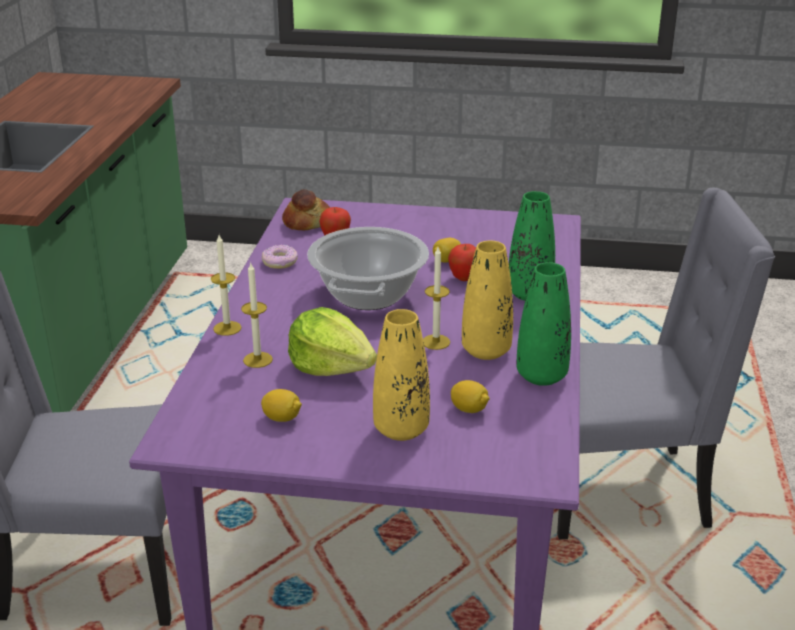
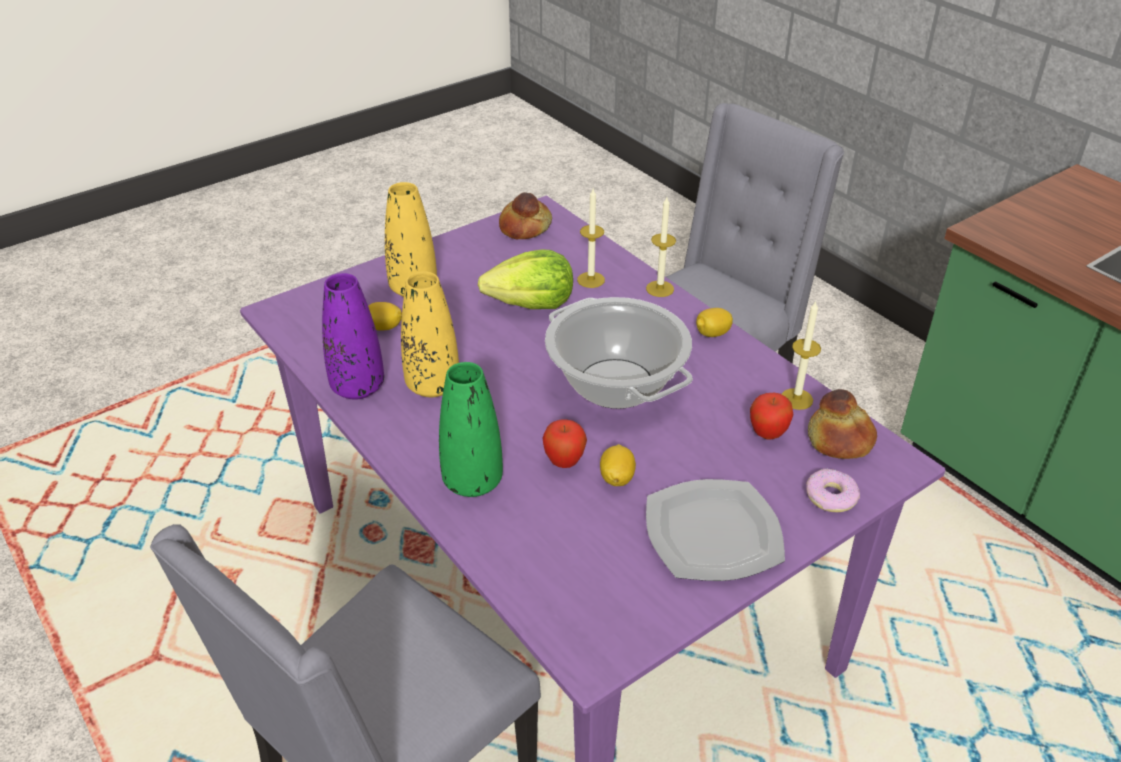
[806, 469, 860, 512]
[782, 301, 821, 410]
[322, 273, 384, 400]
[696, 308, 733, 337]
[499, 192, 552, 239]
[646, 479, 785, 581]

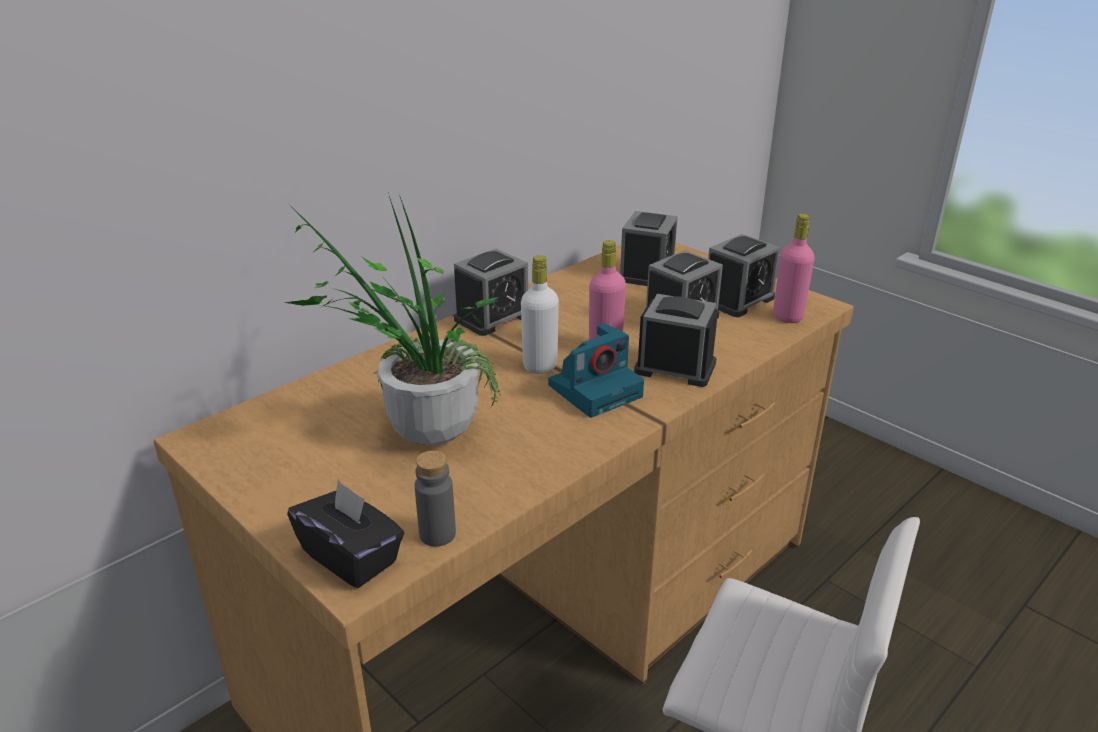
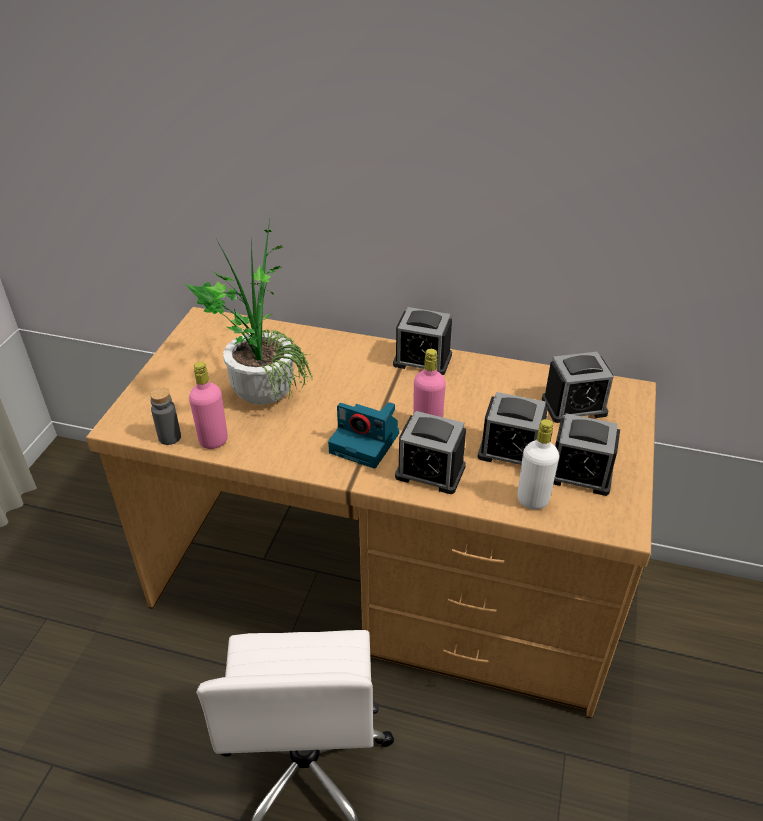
[189, 362, 228, 449]
[517, 419, 559, 510]
[395, 411, 466, 494]
[287, 480, 404, 588] (first image)

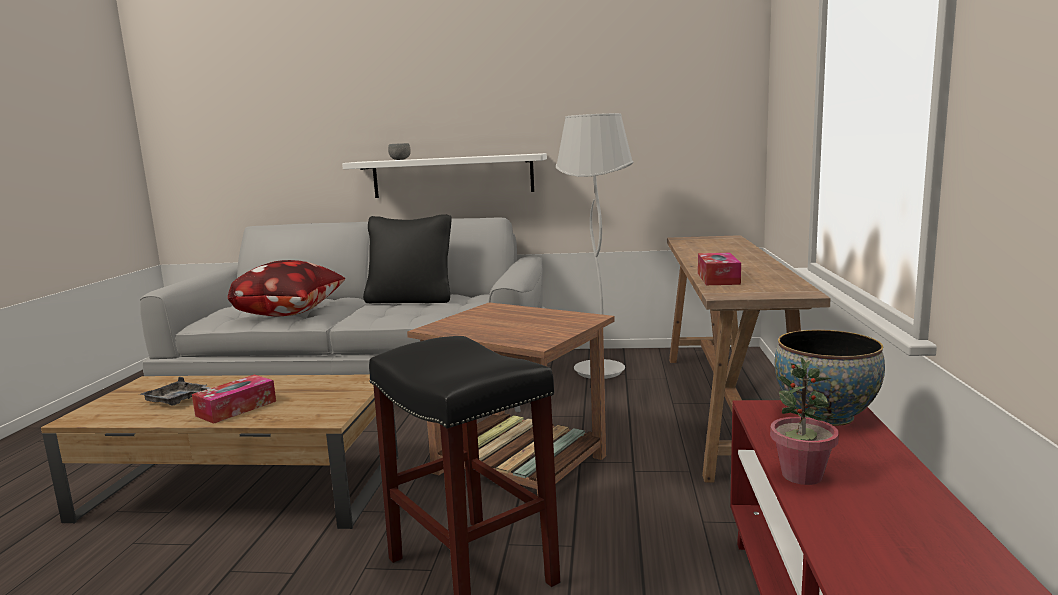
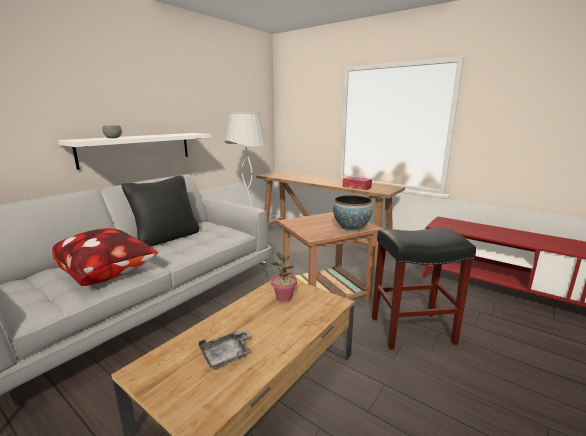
[333, 195, 373, 232]
[271, 252, 297, 302]
[192, 375, 276, 424] (first image)

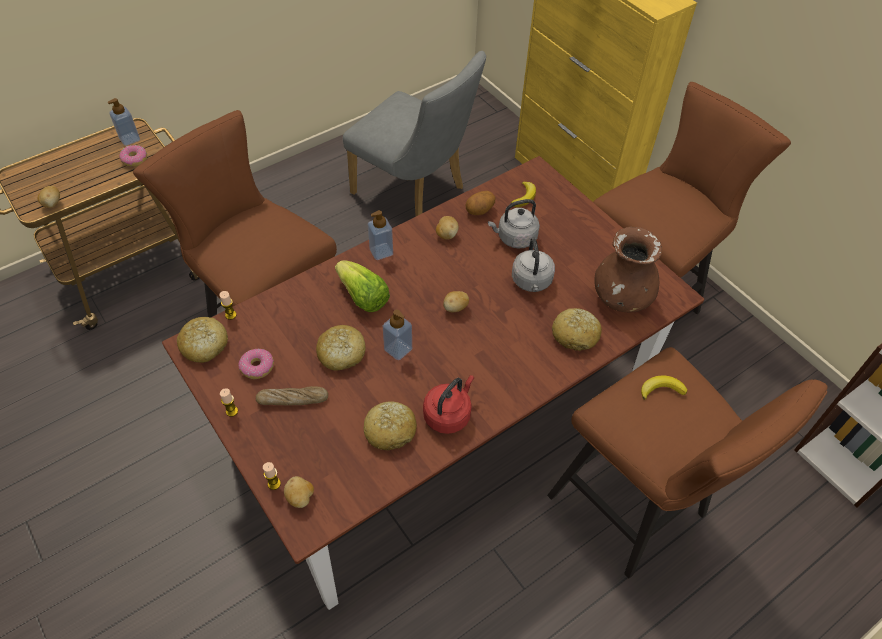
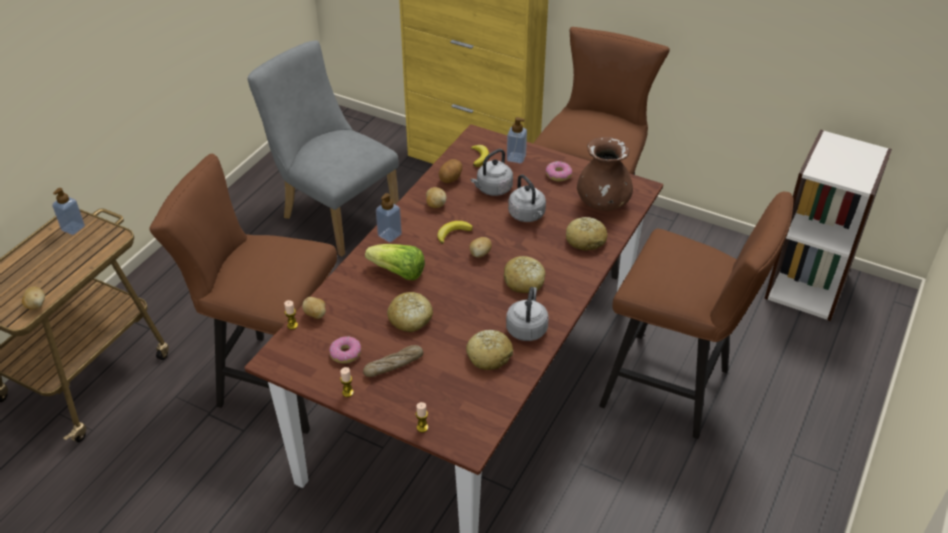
[247, 40, 399, 257]
[546, 161, 573, 182]
[507, 117, 527, 163]
[503, 256, 545, 293]
[506, 287, 549, 341]
[437, 221, 473, 244]
[302, 297, 326, 319]

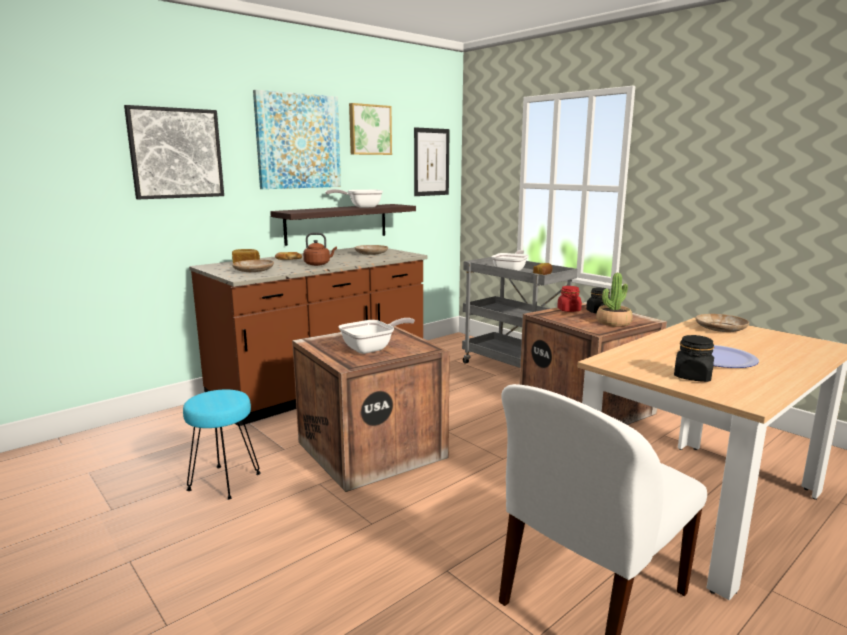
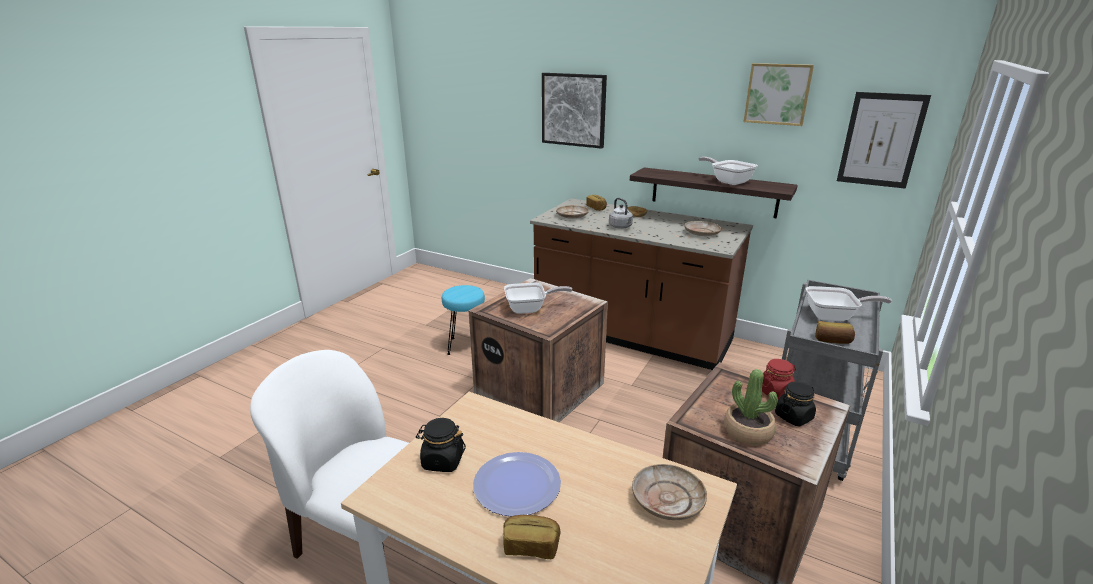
[253, 90, 341, 189] (first image)
[609, 198, 633, 229]
[504, 283, 572, 314]
[503, 515, 561, 559]

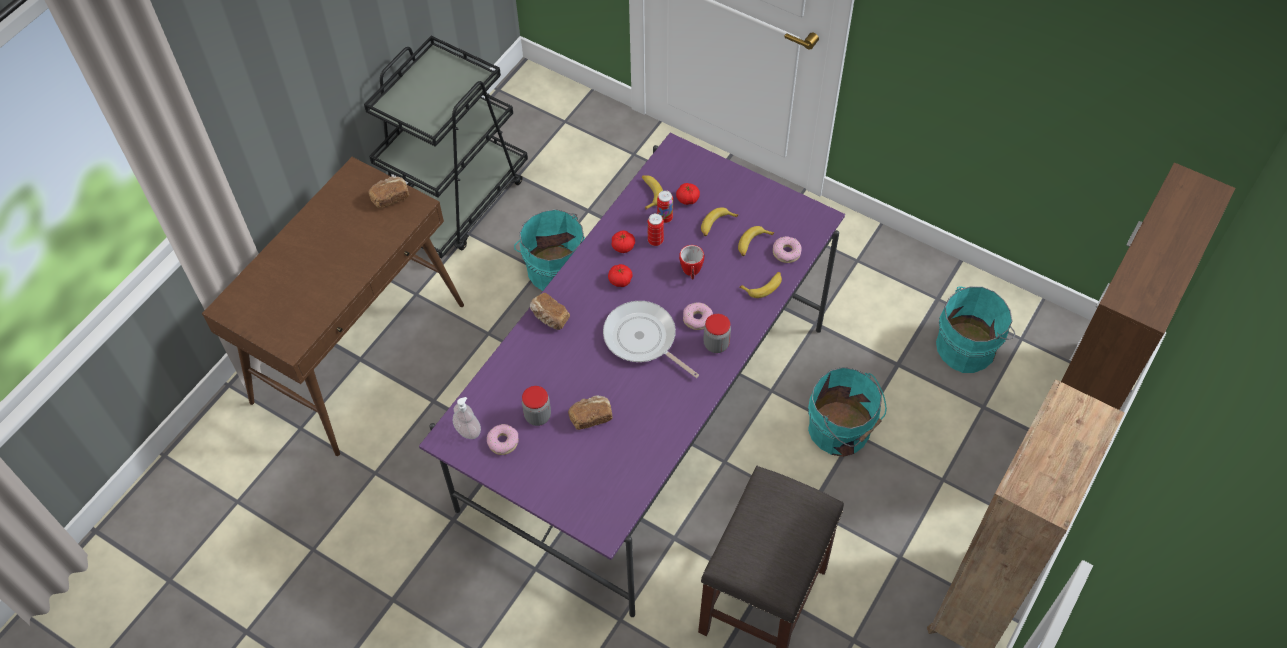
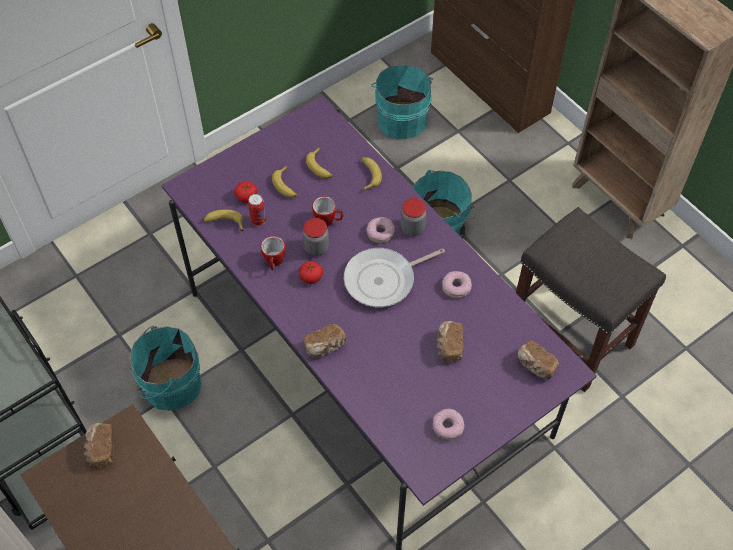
[647, 213, 664, 246] (first image)
[261, 236, 286, 270]
[442, 271, 472, 298]
[303, 218, 329, 256]
[453, 397, 481, 439] (first image)
[517, 340, 559, 380]

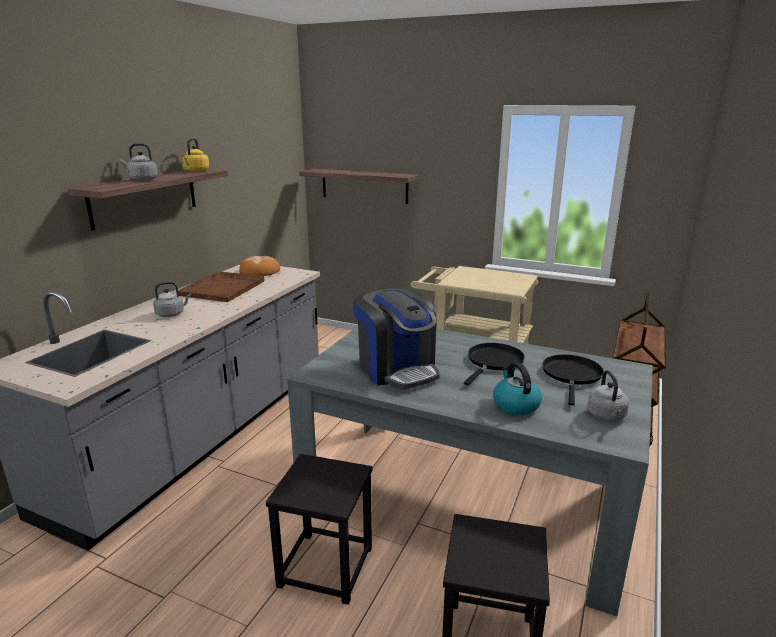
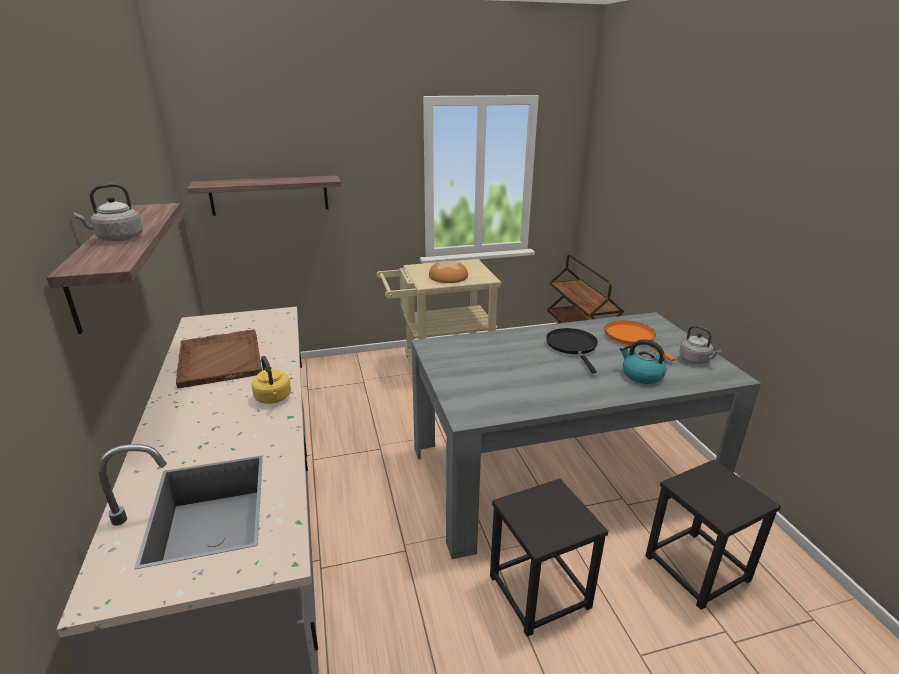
[252, 356, 291, 404]
[429, 260, 468, 283]
[153, 282, 191, 317] (first image)
[353, 289, 440, 390] (first image)
[605, 320, 675, 361]

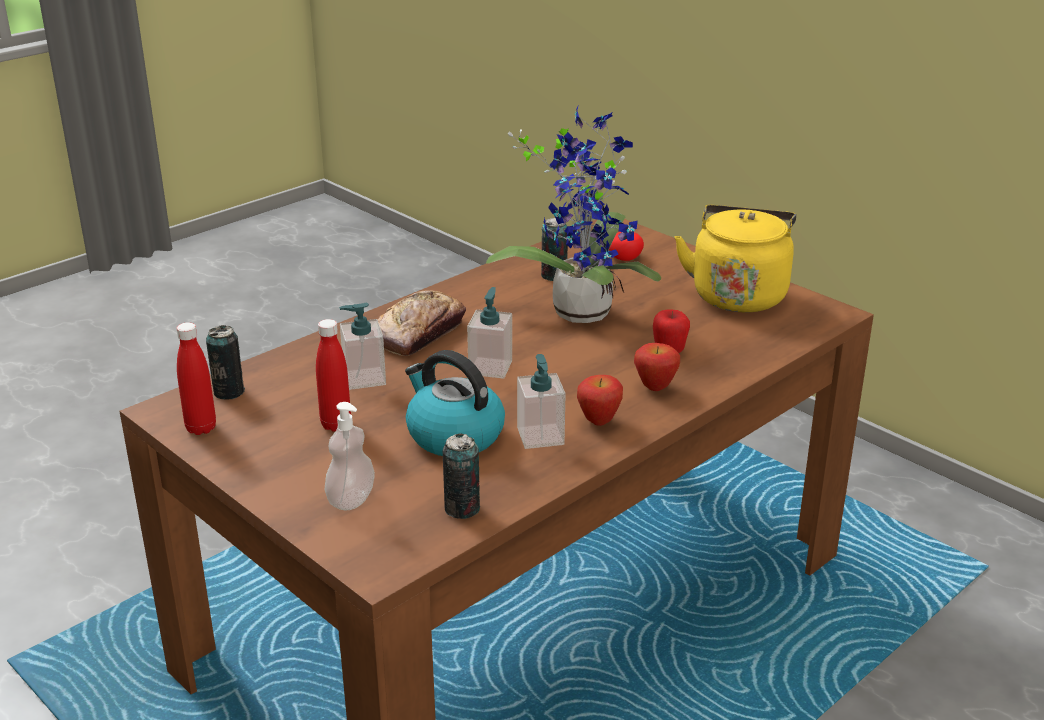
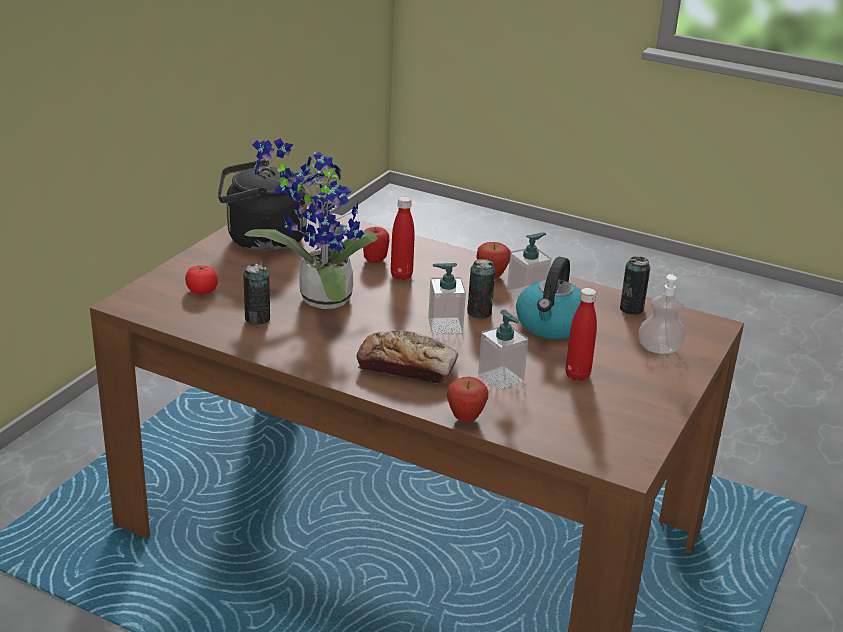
[218, 160, 307, 252]
[391, 197, 415, 280]
[467, 259, 495, 319]
[447, 376, 489, 423]

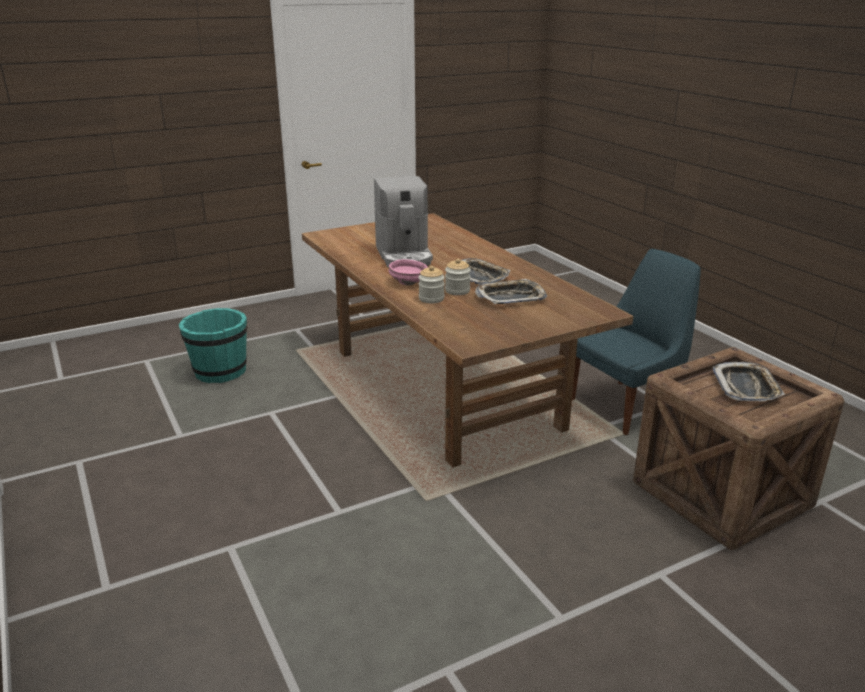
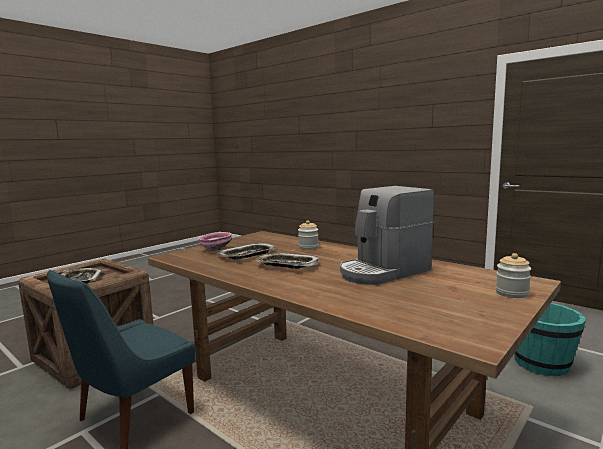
[340, 186, 434, 285]
[199, 232, 232, 251]
[496, 253, 531, 298]

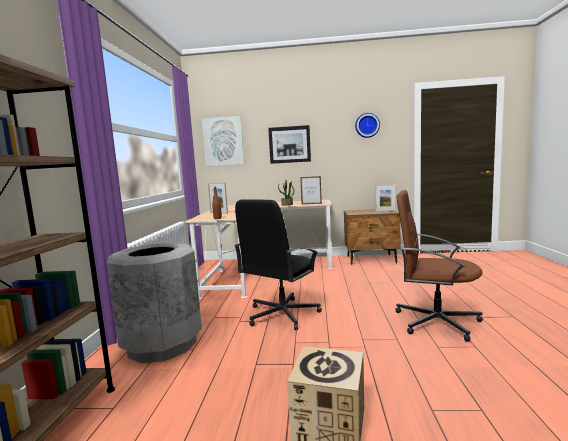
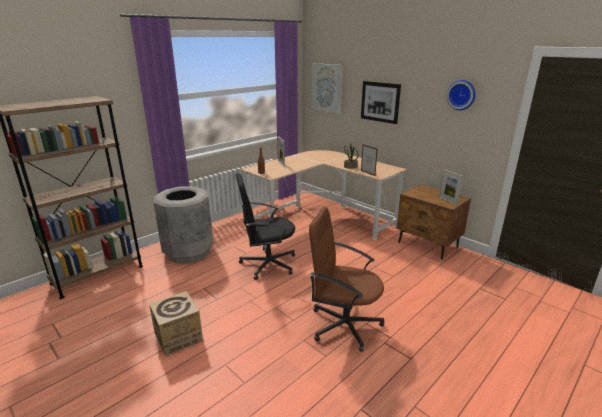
[309, 207, 384, 352]

